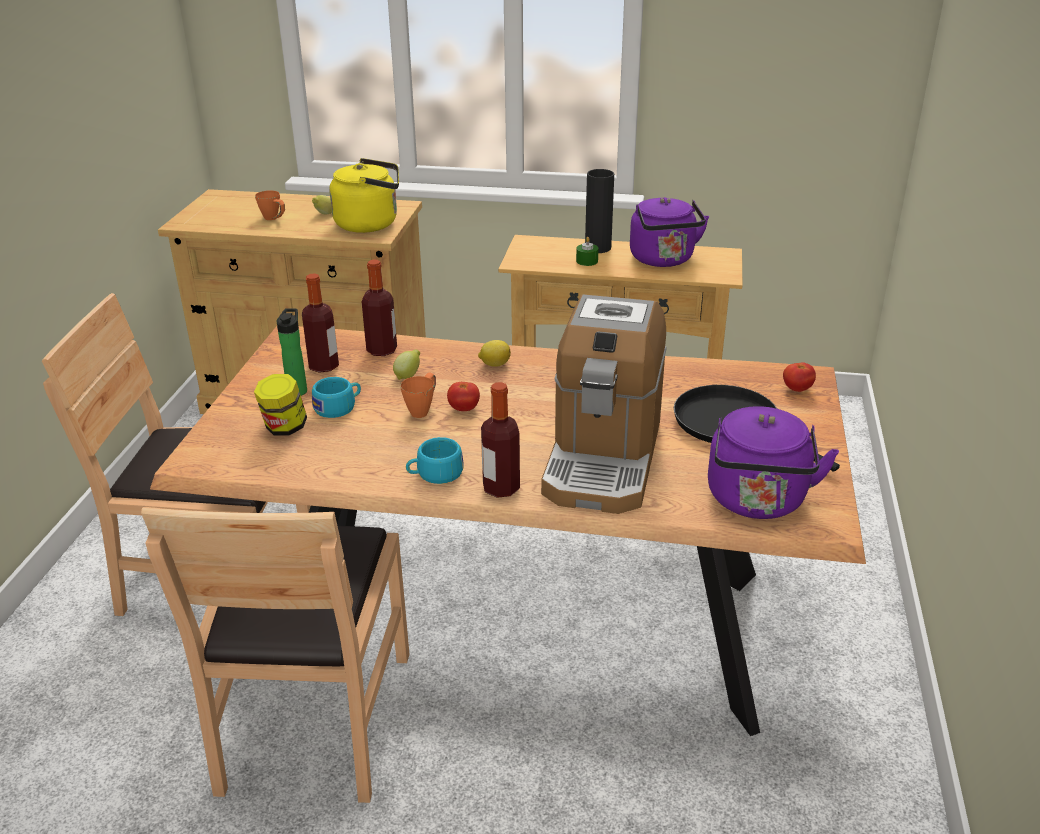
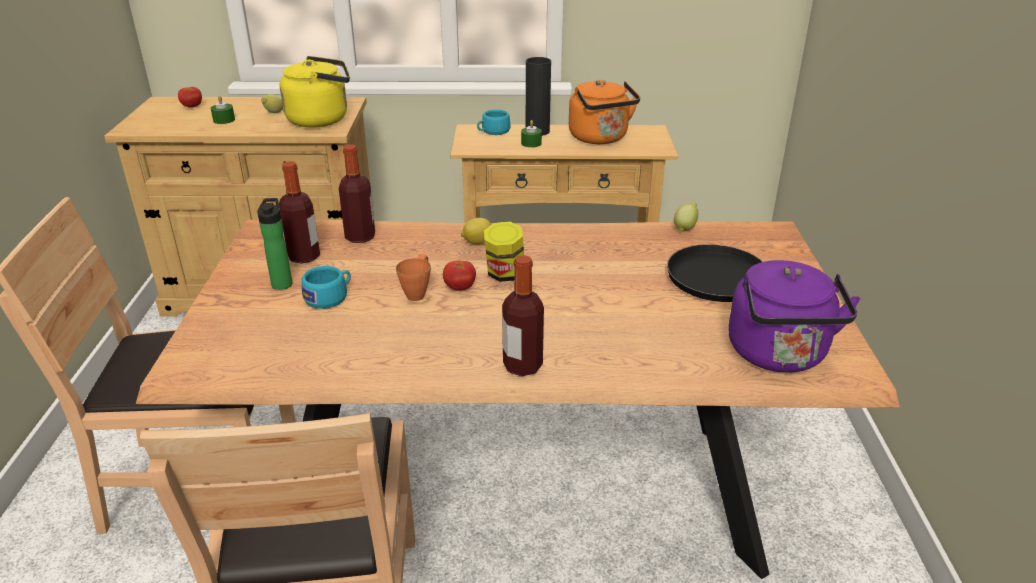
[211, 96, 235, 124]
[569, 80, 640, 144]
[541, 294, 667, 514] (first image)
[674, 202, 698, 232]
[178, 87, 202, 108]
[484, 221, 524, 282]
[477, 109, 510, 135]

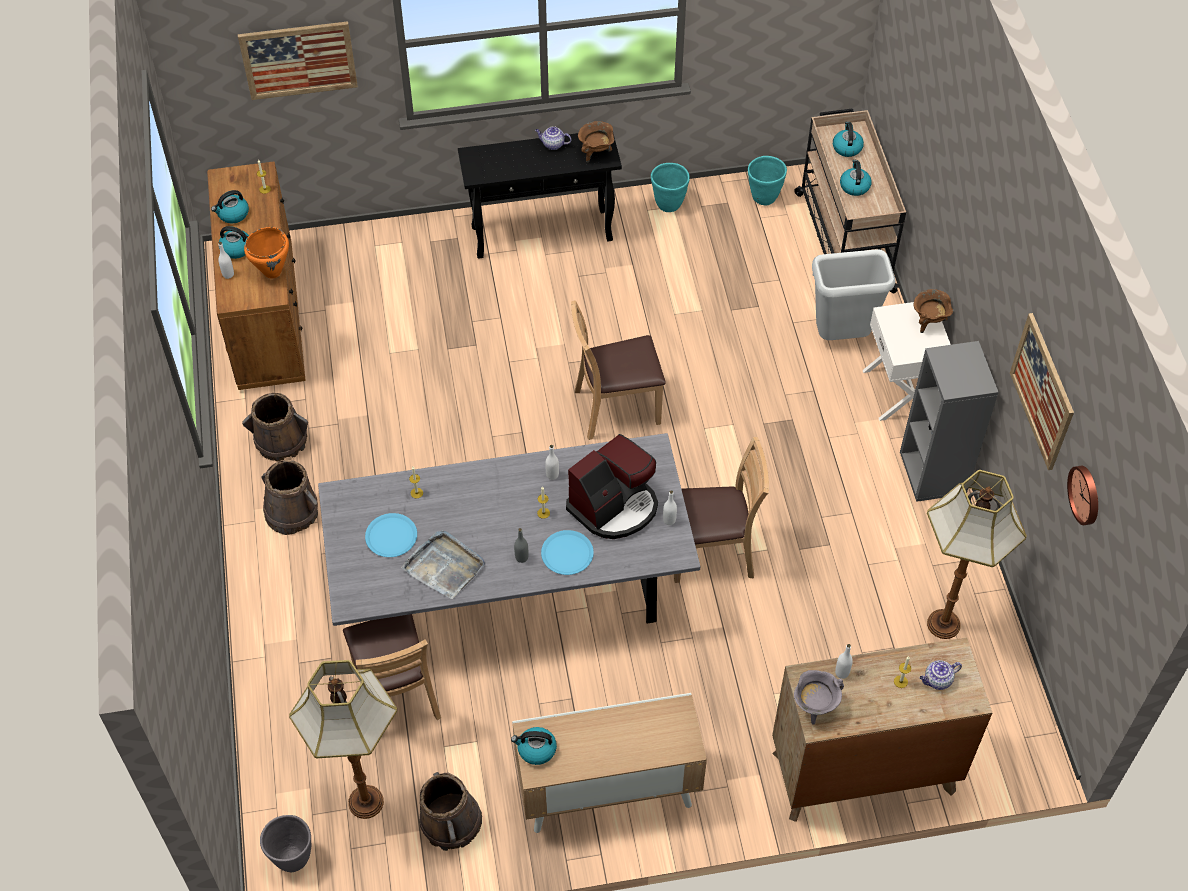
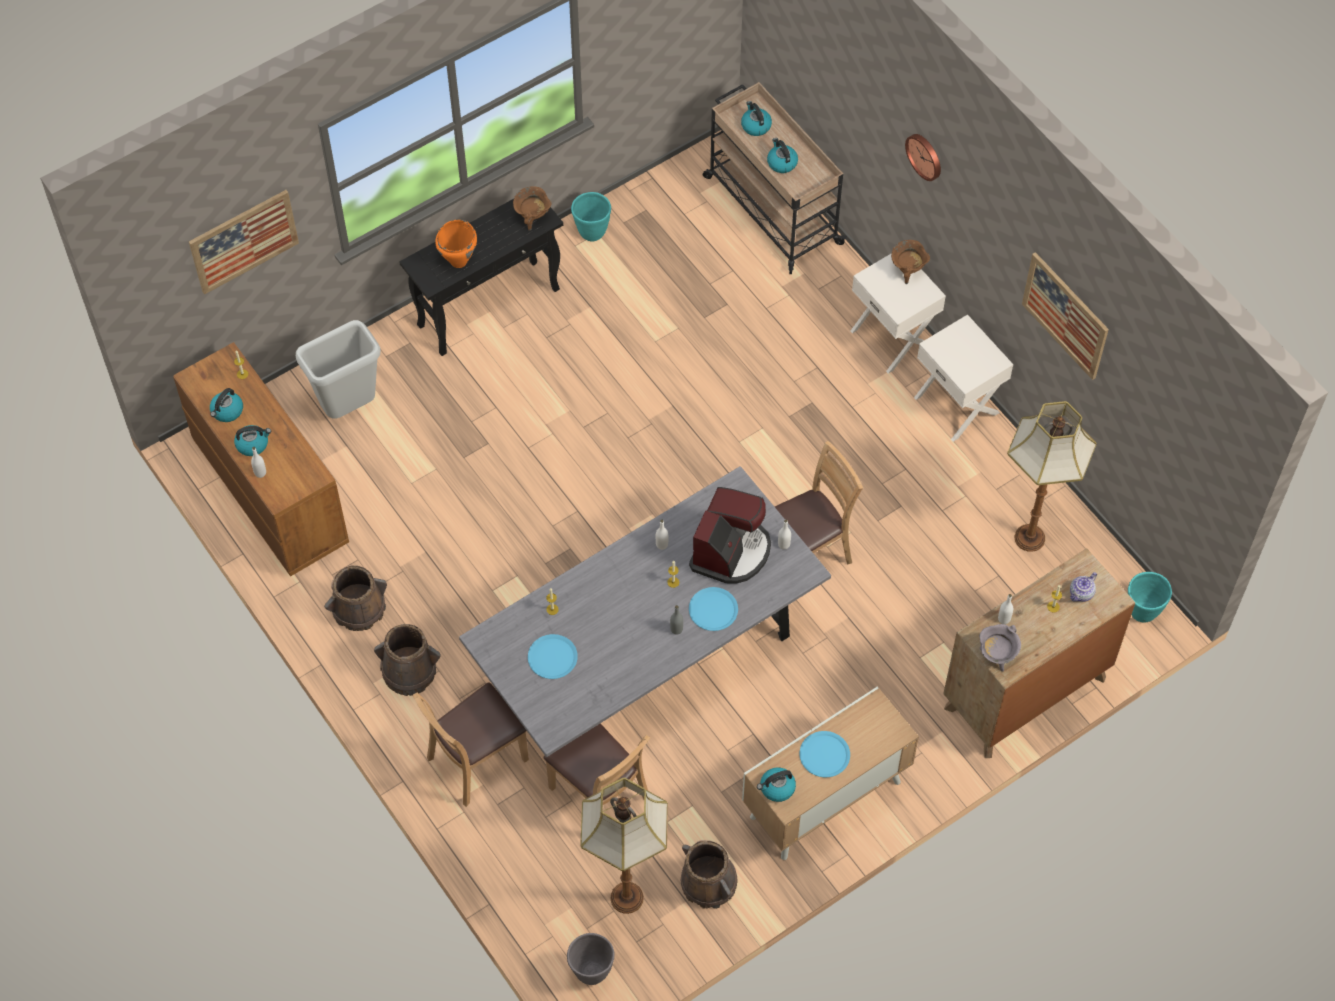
[535, 126, 571, 150] (first image)
[1128, 572, 1172, 623]
[435, 220, 477, 268]
[296, 320, 381, 418]
[413, 682, 529, 807]
[914, 315, 1013, 442]
[905, 134, 941, 181]
[401, 530, 485, 599] (first image)
[799, 731, 850, 777]

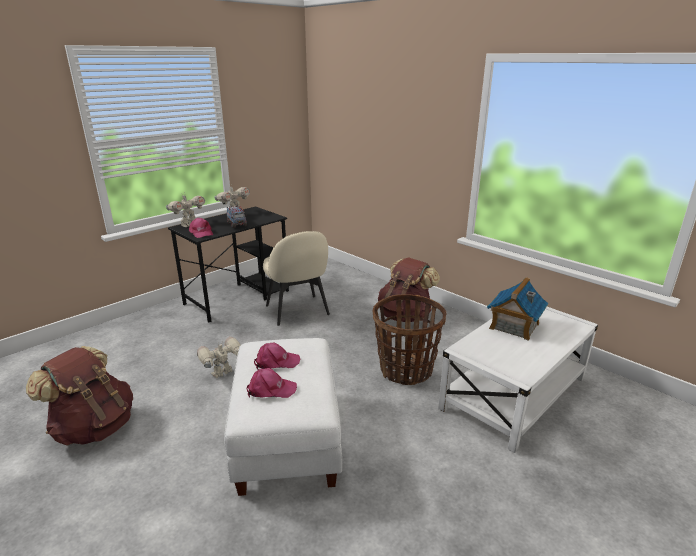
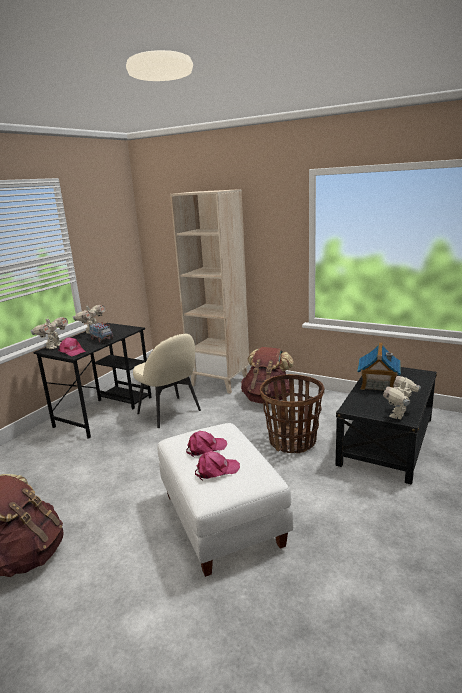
[335, 367, 437, 485]
[383, 376, 421, 419]
[170, 189, 250, 394]

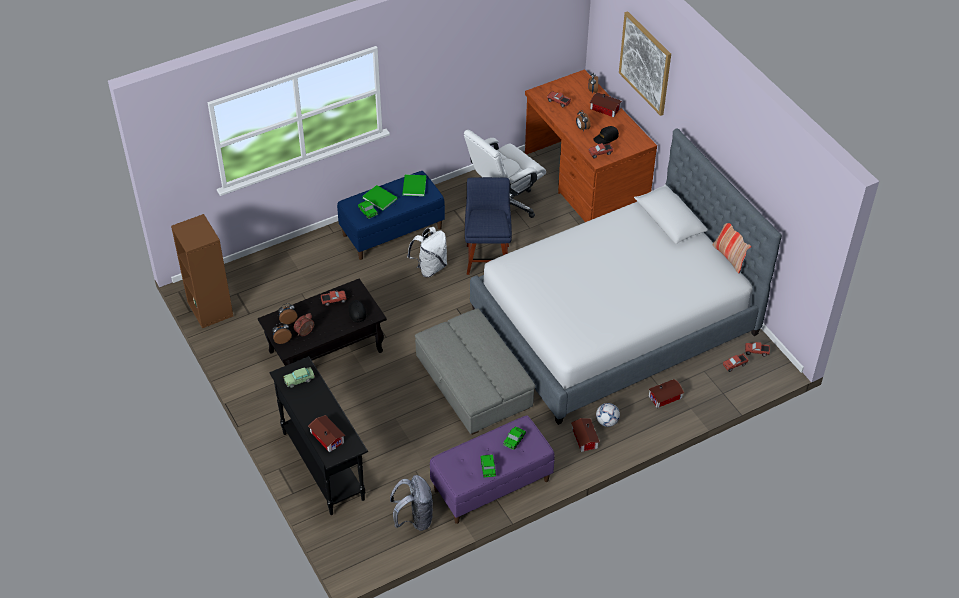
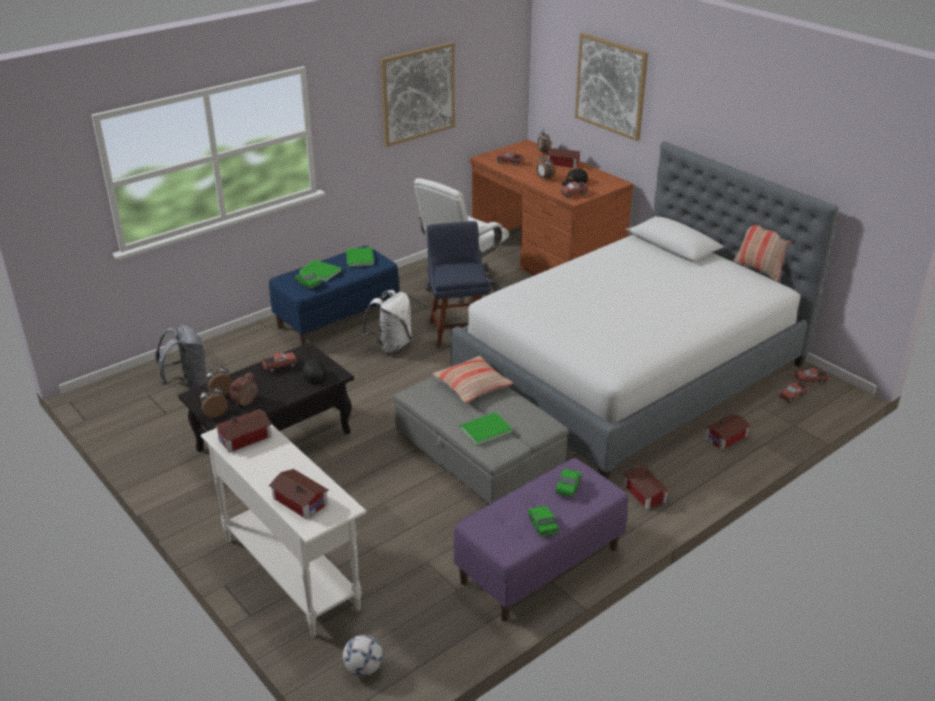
[171, 214, 233, 328] (first image)
[200, 425, 367, 637]
[214, 409, 272, 453]
[343, 635, 383, 676]
[156, 325, 206, 390]
[380, 42, 455, 147]
[432, 356, 514, 403]
[460, 412, 513, 446]

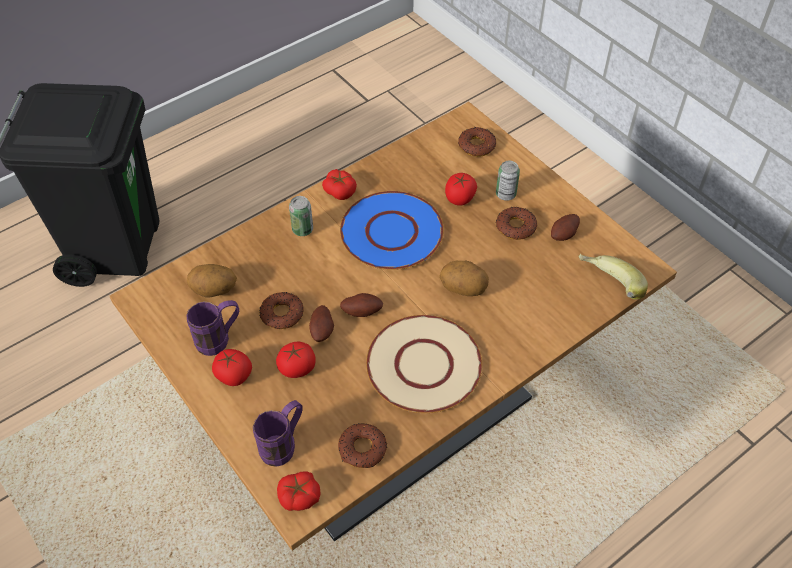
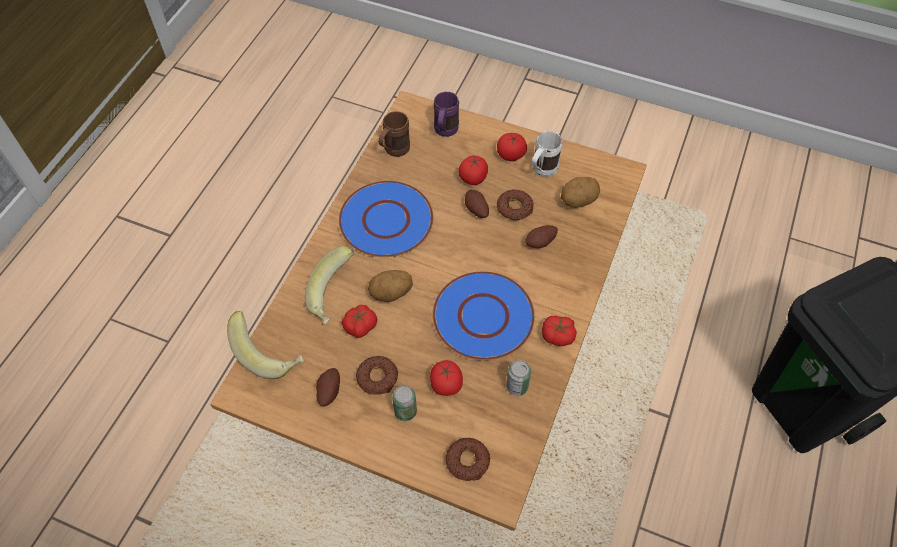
[506, 360, 531, 396]
[525, 225, 558, 248]
[532, 131, 562, 177]
[339, 181, 433, 257]
[378, 111, 410, 157]
[342, 305, 378, 338]
[305, 246, 354, 324]

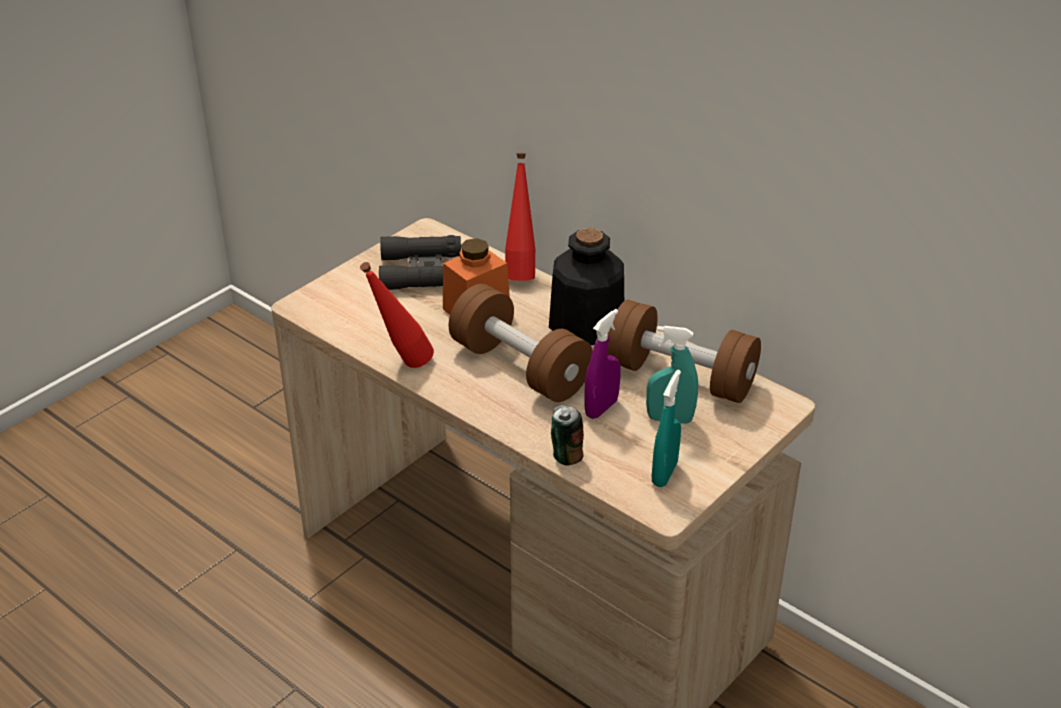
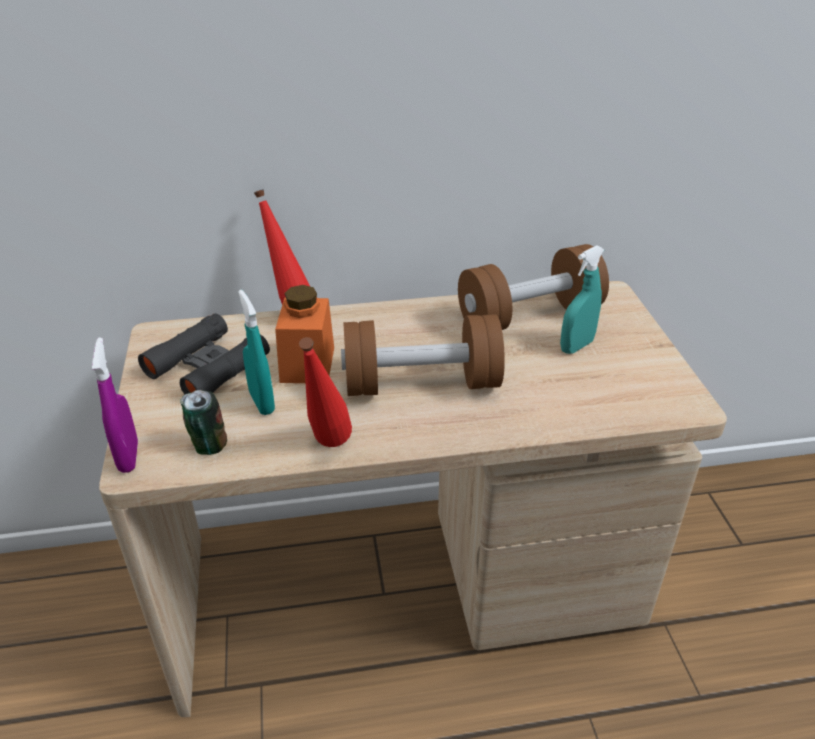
[549, 228, 624, 345] (first image)
[92, 337, 138, 473]
[238, 290, 275, 415]
[180, 390, 227, 455]

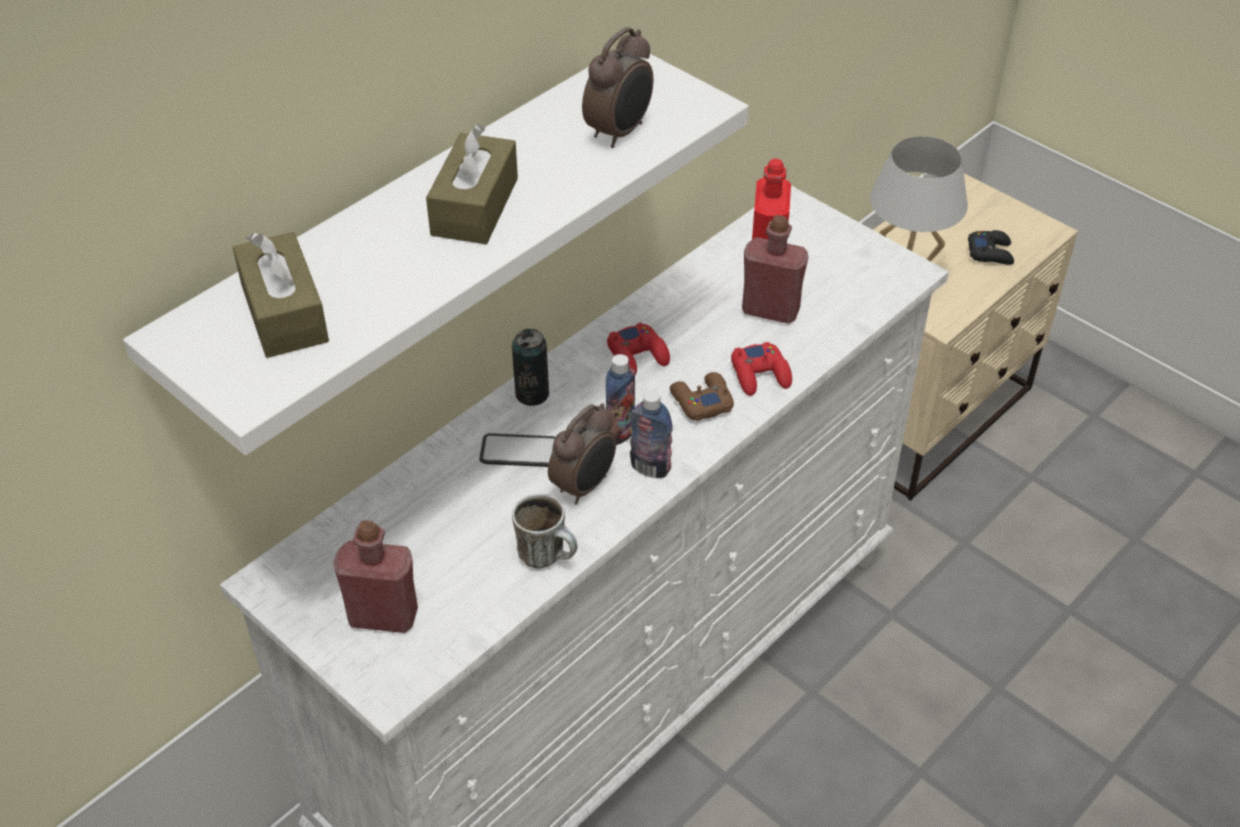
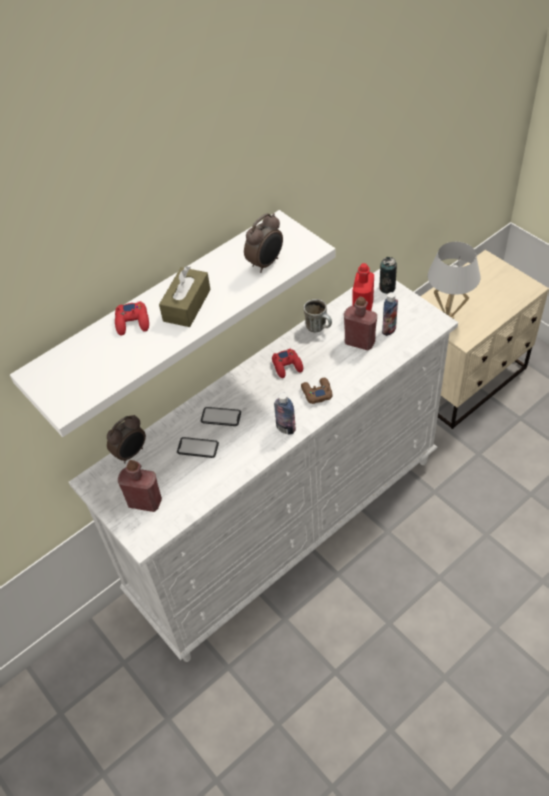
[968, 230, 1014, 265] (first image)
[233, 232, 329, 358] (first image)
[379, 257, 397, 294]
[115, 301, 149, 336]
[382, 292, 398, 336]
[107, 415, 146, 464]
[304, 299, 332, 333]
[177, 437, 219, 458]

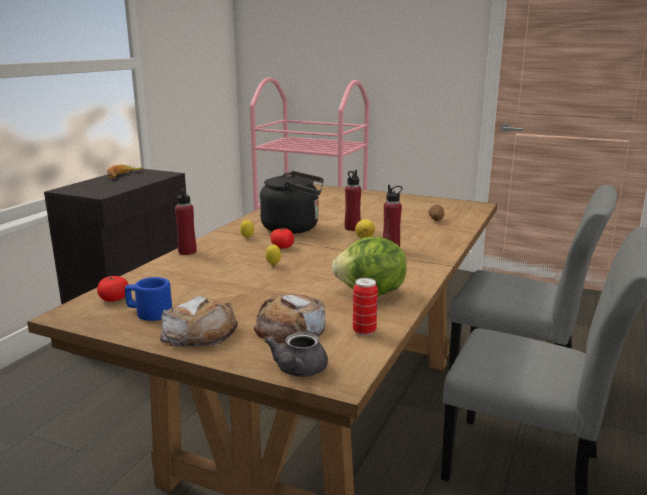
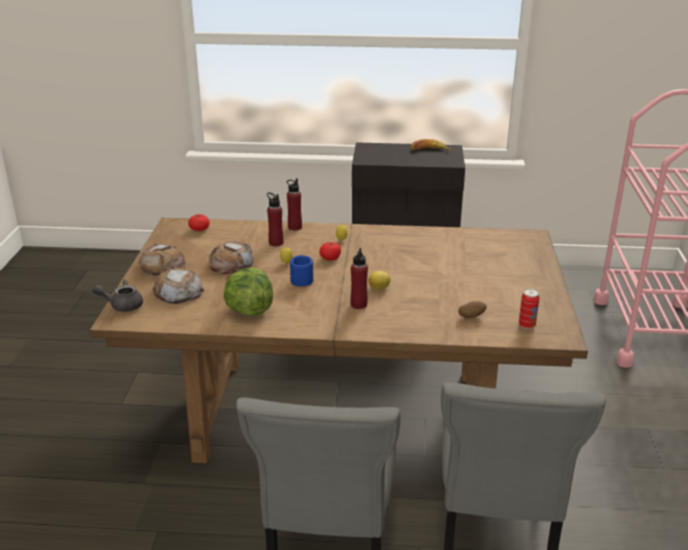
[267, 192, 284, 246]
[260, 171, 324, 234] (first image)
[290, 255, 313, 286]
[519, 289, 539, 329]
[209, 241, 253, 274]

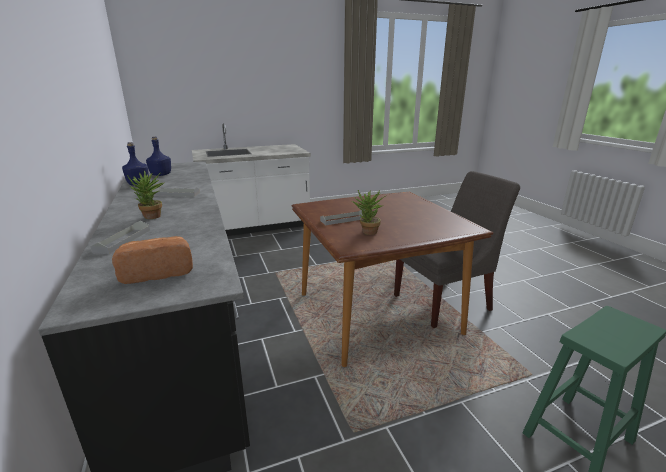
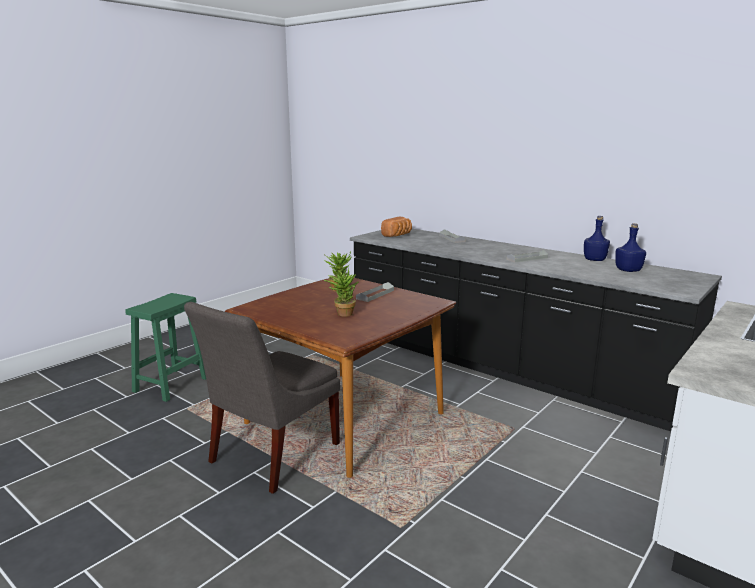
[324, 267, 358, 317]

